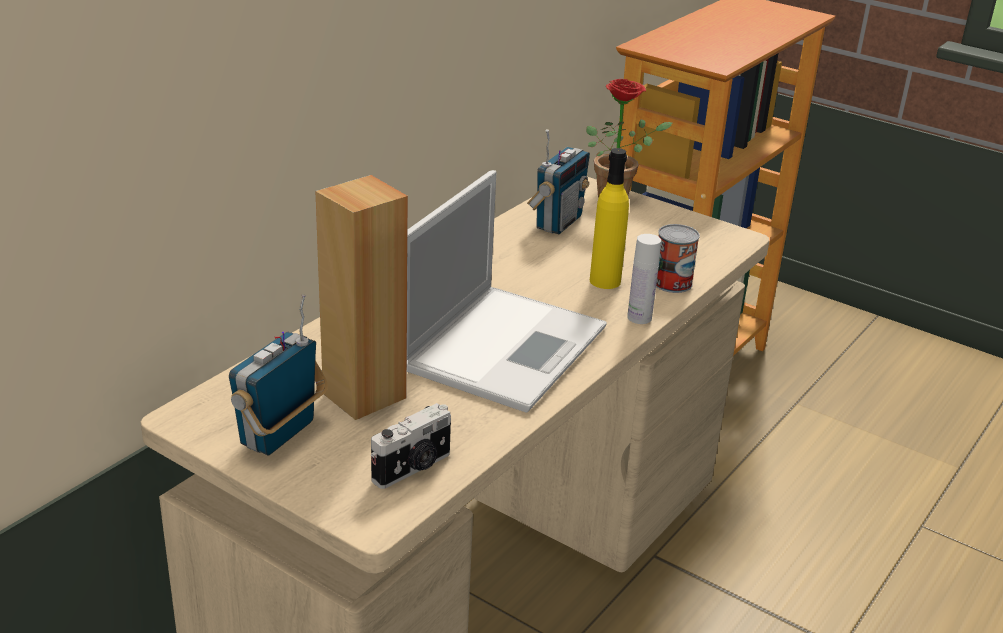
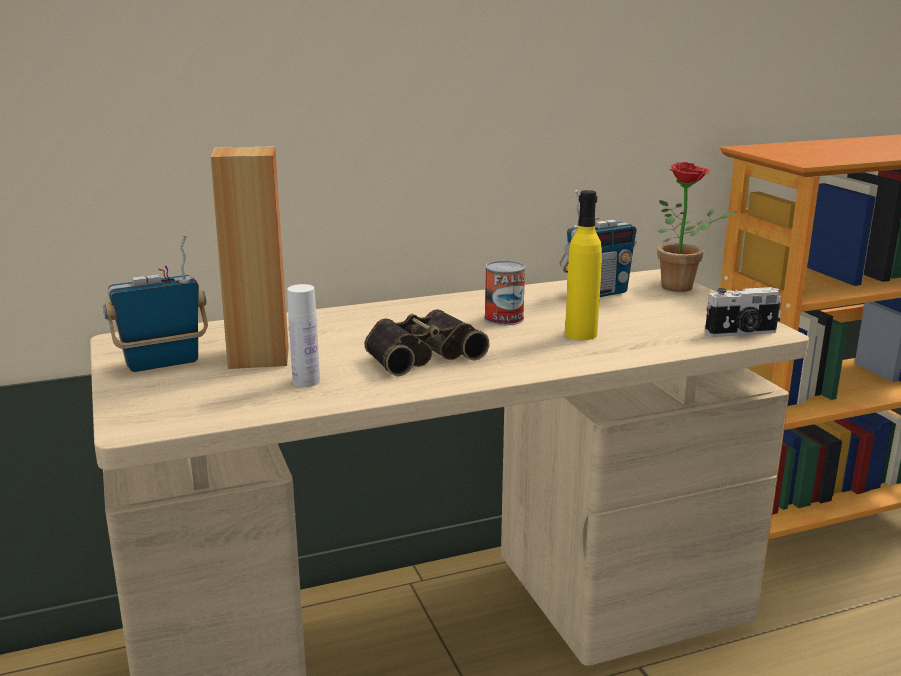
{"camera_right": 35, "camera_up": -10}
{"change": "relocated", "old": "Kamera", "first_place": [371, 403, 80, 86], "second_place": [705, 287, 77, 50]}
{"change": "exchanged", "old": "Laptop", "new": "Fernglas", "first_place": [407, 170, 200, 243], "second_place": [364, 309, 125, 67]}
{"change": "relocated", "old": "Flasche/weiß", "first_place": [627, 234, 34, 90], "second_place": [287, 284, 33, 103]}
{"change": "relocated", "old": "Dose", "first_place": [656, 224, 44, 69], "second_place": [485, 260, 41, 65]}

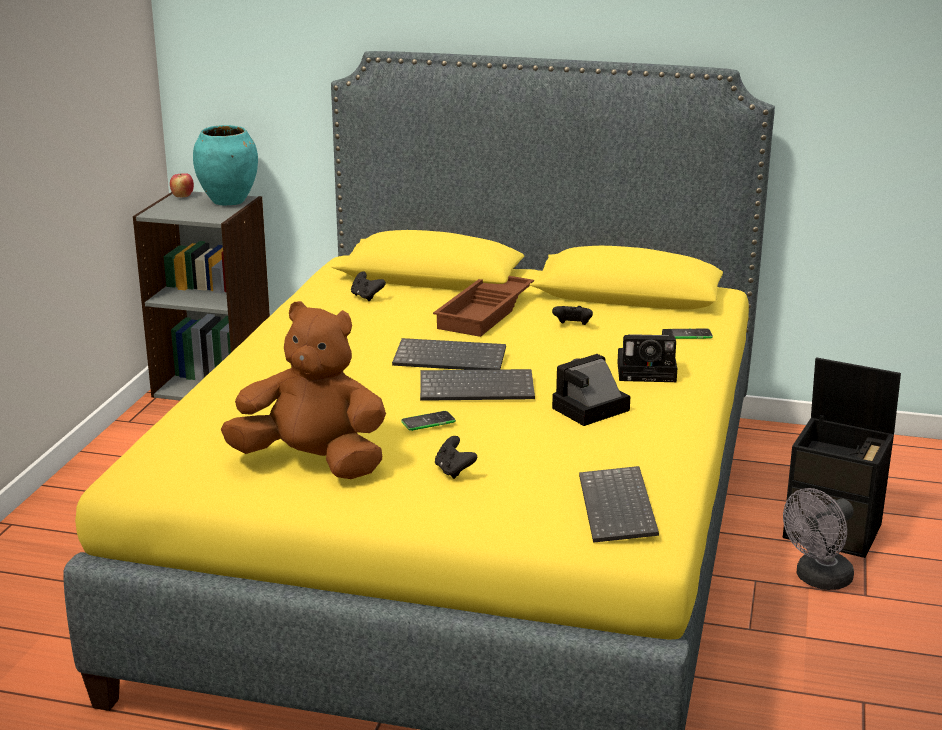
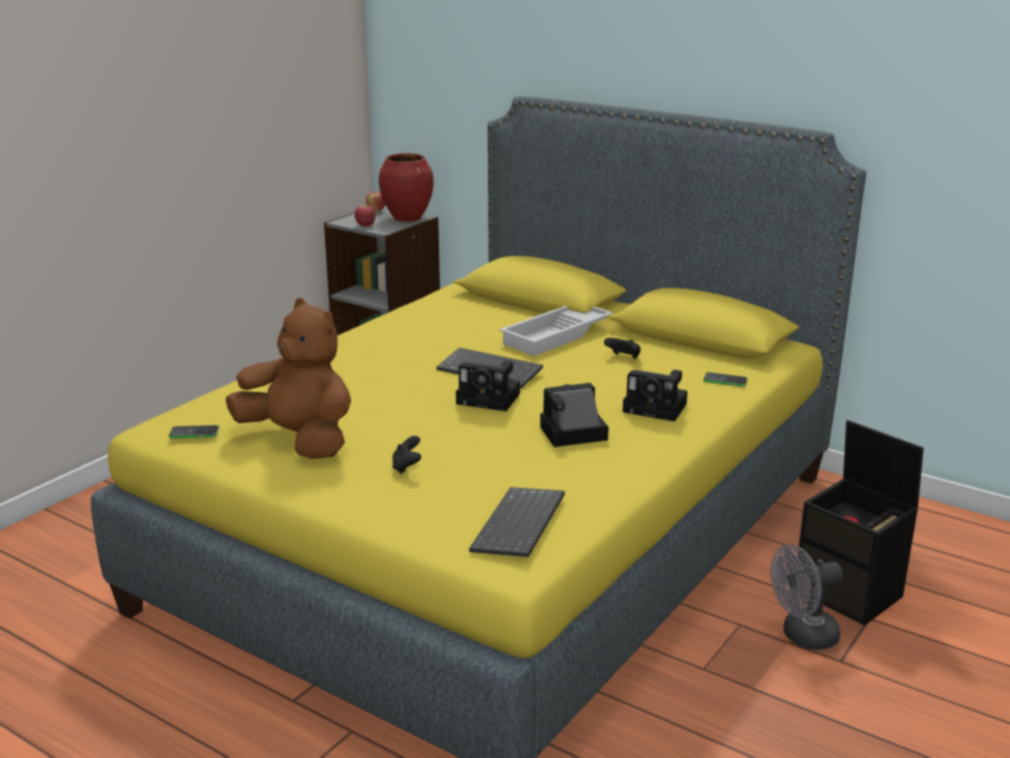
{"camera_right": 20, "camera_up": 0}
{"change": "colour", "old": "Vase/türkis", "new": "Vase/rot", "first_place": [193, 125, 65, 81], "second_place": [379, 153, 55, 69]}
{"change": "missing", "old": "Gamepad/schwarz", "first_place": [351, 272, 35, 29]}
{"change": "relocated", "old": "Handy", "first_place": [401, 411, 55, 20], "second_place": [169, 425, 50, 13]}
{"change": "exchanged", "old": "Tastatur", "new": "Kamera", "first_place": [420, 369, 115, 32], "second_place": [456, 360, 64, 51]}
{"change": "colour", "old": "Tablett/braun", "new": "Tablett/weiß", "first_place": [433, 276, 101, 61], "second_place": [499, 306, 114, 50]}
{"change": "appeared", "new": "Apfel", "second_place": [355, 205, 20, 22]}

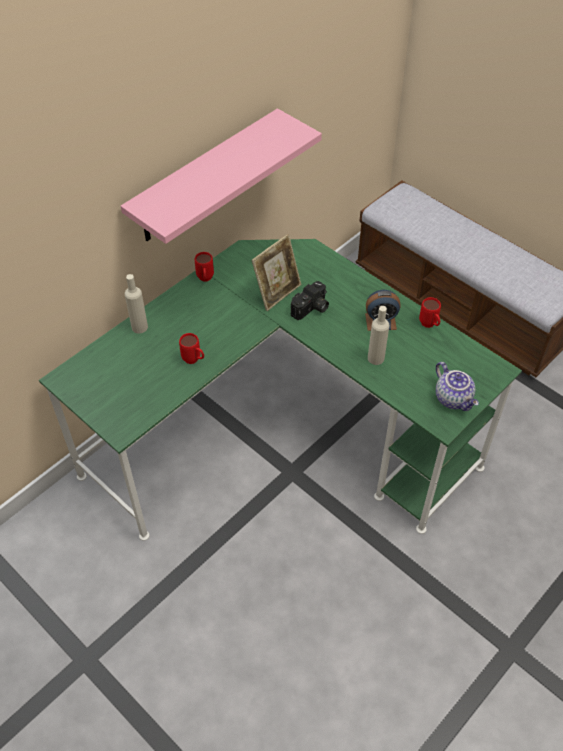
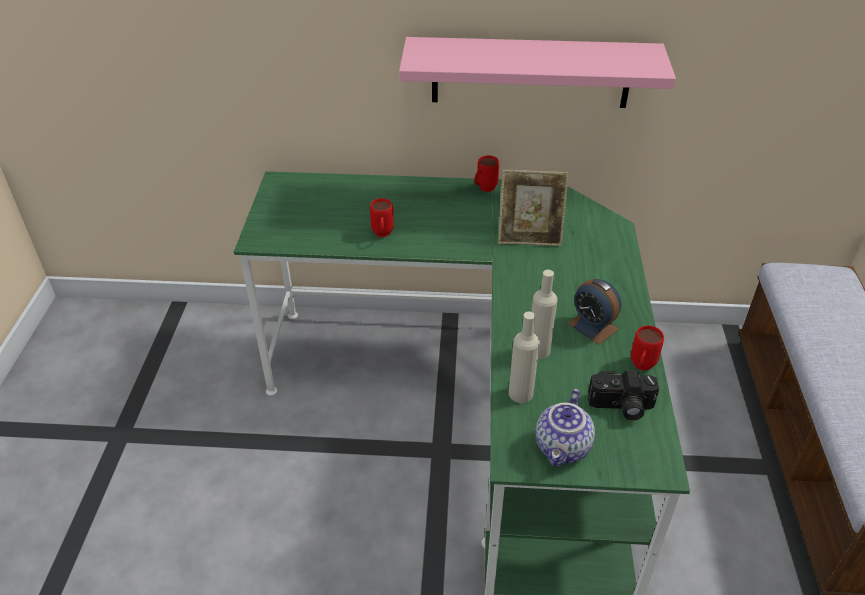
{"camera_right": 50, "camera_up": -10}
{"change": "relocated", "old": "Flasche/beige", "first_place": [125, 274, 23, 59], "second_place": [509, 312, 31, 91]}
{"change": "relocated", "old": "Kamera", "first_place": [291, 281, 38, 39], "second_place": [588, 370, 71, 50]}

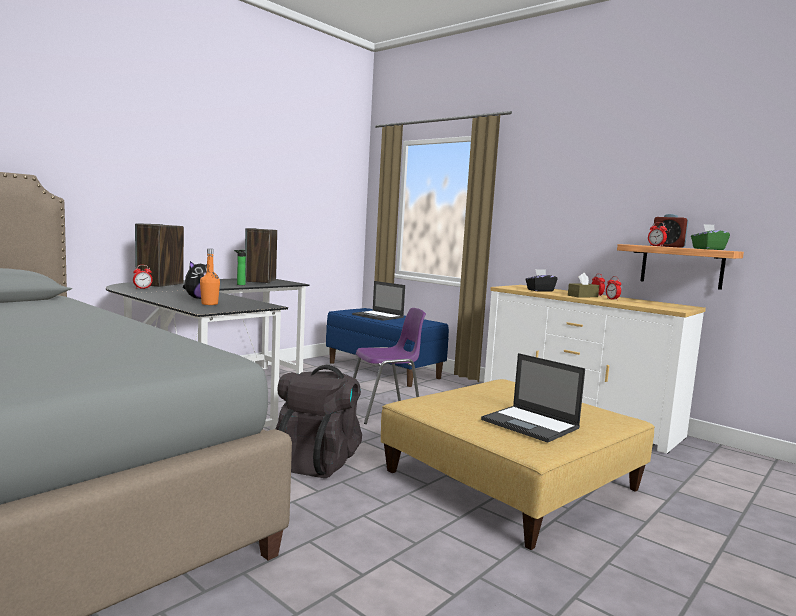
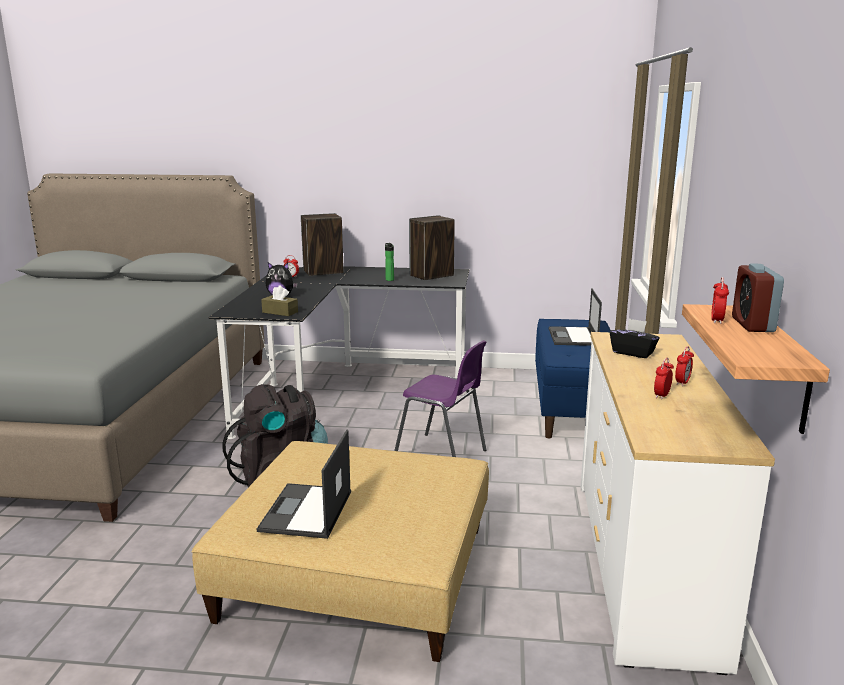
{"camera_right": 55, "camera_up": 10}
{"change": "missing", "old": "Flasche/orange", "first_place": [200, 249, 20, 56]}
{"change": "relocated", "old": "Taschentuchbox/braun", "first_place": [568, 273, 31, 25], "second_place": [261, 285, 37, 31]}
{"change": "missing", "old": "Taschentuchbox/grün", "first_place": [691, 224, 39, 26]}

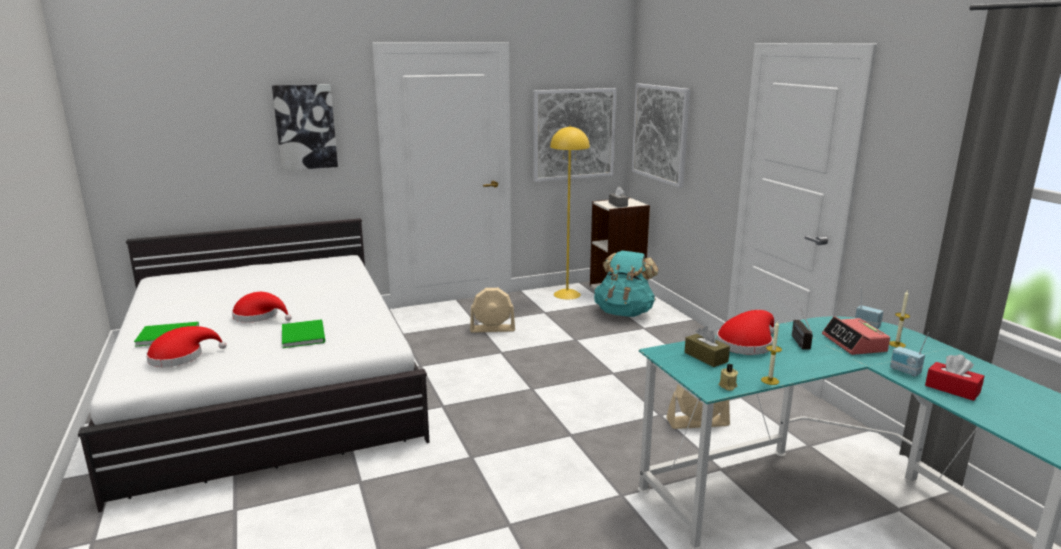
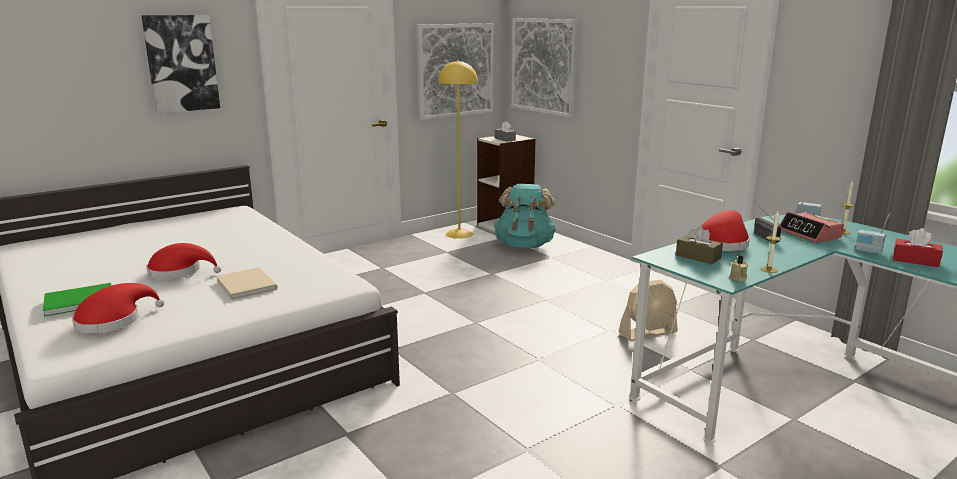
{"camera_right": -15, "camera_up": 0}
{"change": "colour", "old": "Buch/grün", "new": "Buch/beige", "first_place": [282, 320, 43, 28], "second_place": [216, 267, 62, 33]}
{"change": "missing", "old": "Ventilator/beige", "first_place": [470, 288, 45, 45]}

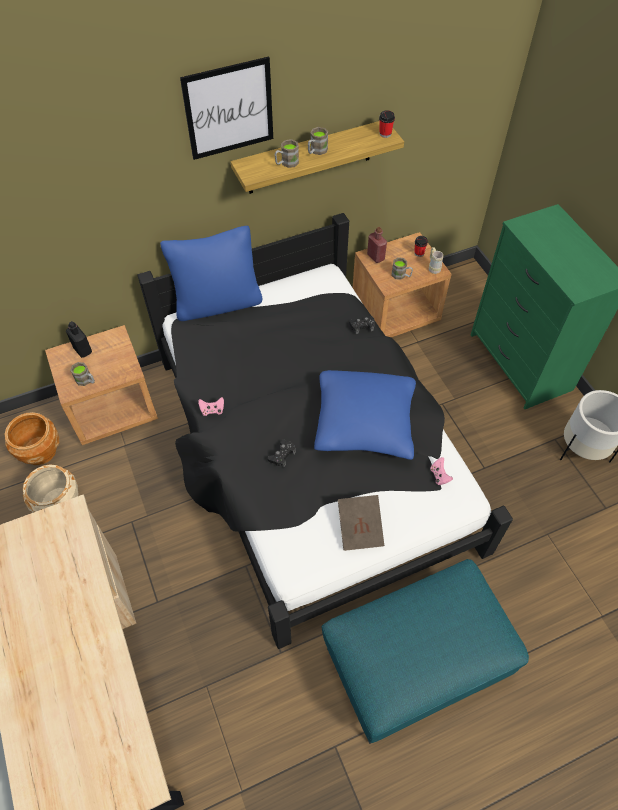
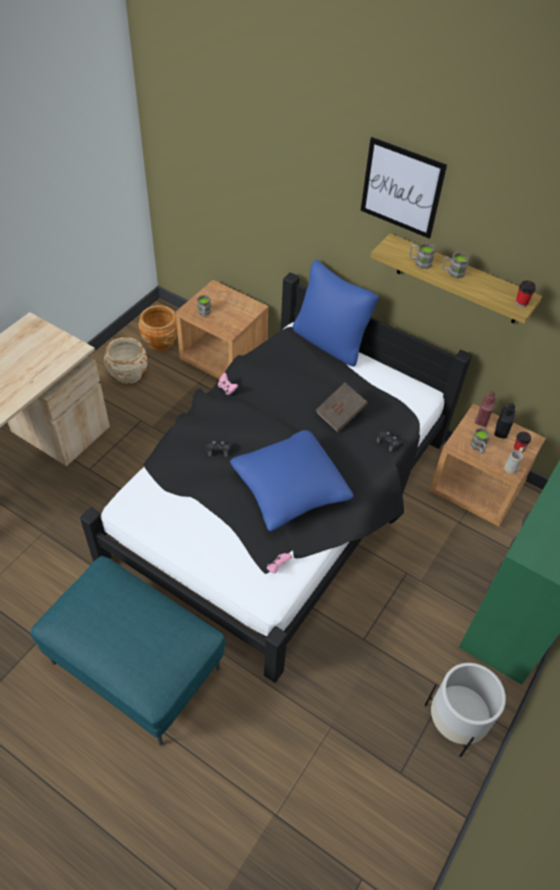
{"camera_right": 55, "camera_up": -5}
{"change": "relocated", "old": "Flasche/schwarz", "first_place": [66, 321, 26, 37], "second_place": [494, 403, 21, 36]}
{"change": "relocated", "old": "Buch/braun", "first_place": [338, 495, 46, 56], "second_place": [315, 382, 53, 50]}

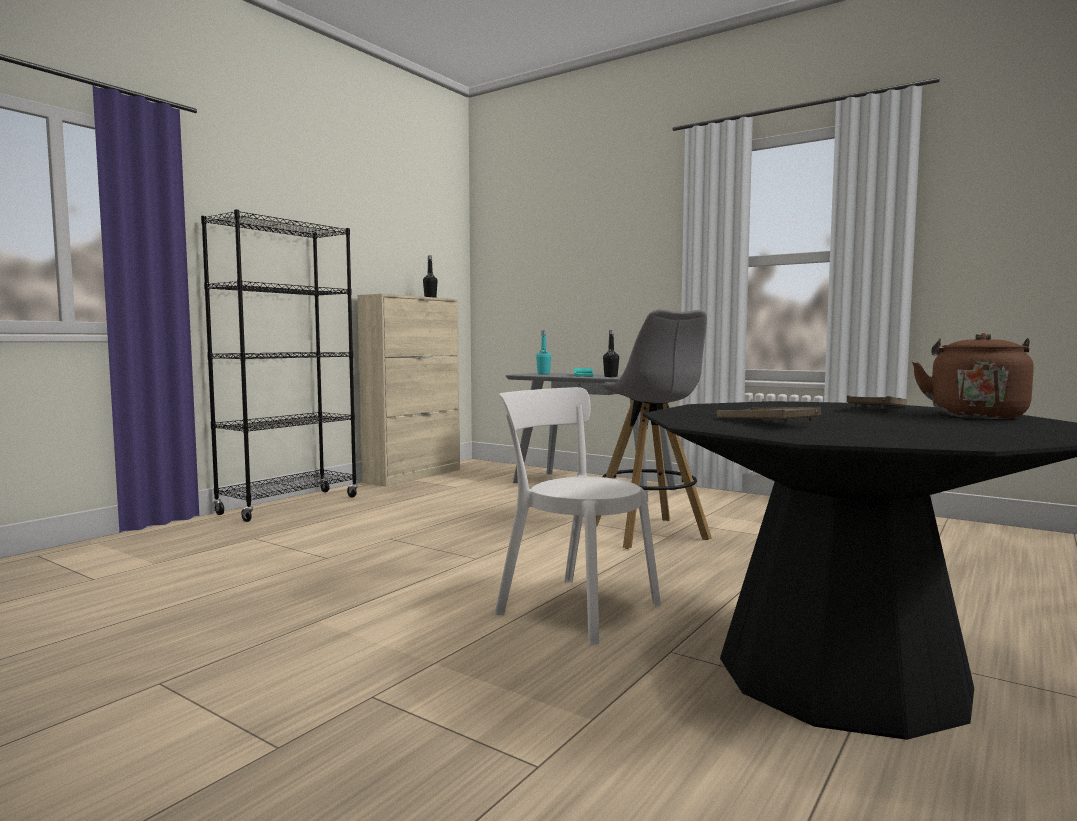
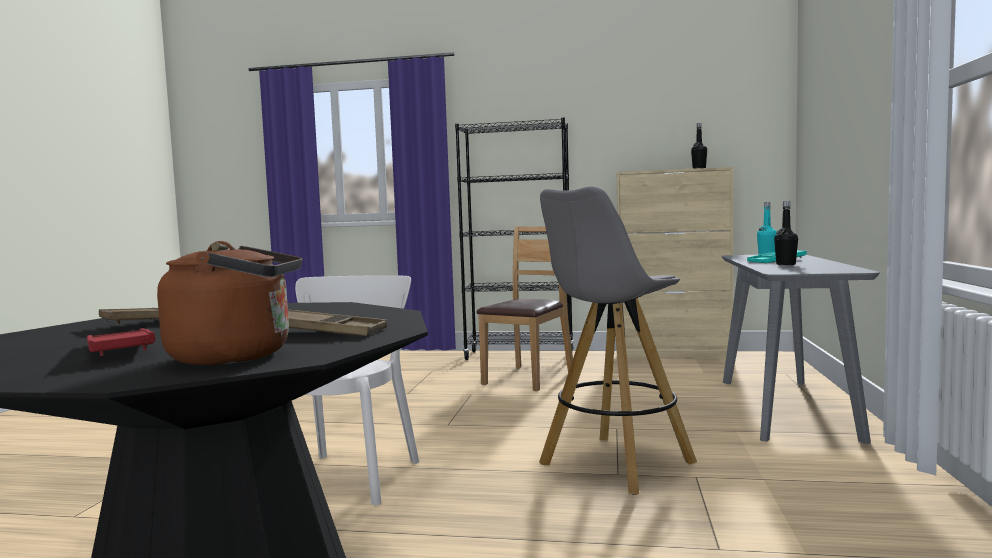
{"camera_right": 65, "camera_up": 0}
{"change": "appeared", "new": "Tablett/rot", "second_place": [87, 328, 69, 28]}
{"change": "appeared", "new": "Stuhl/braun", "second_place": [476, 226, 97, 165]}

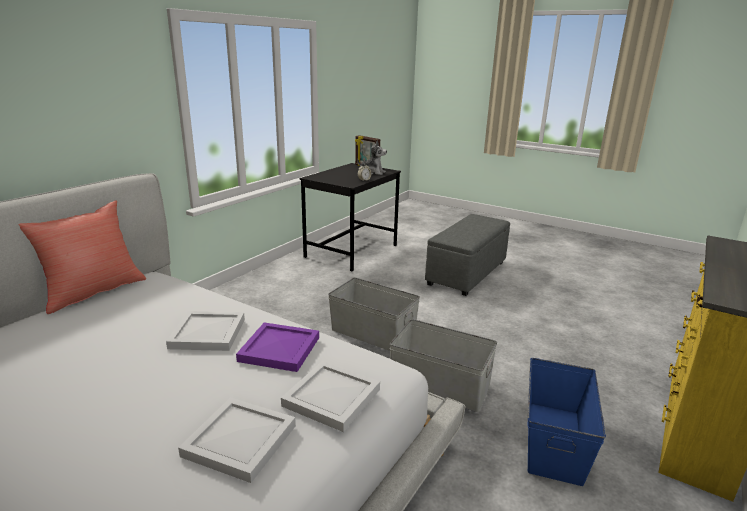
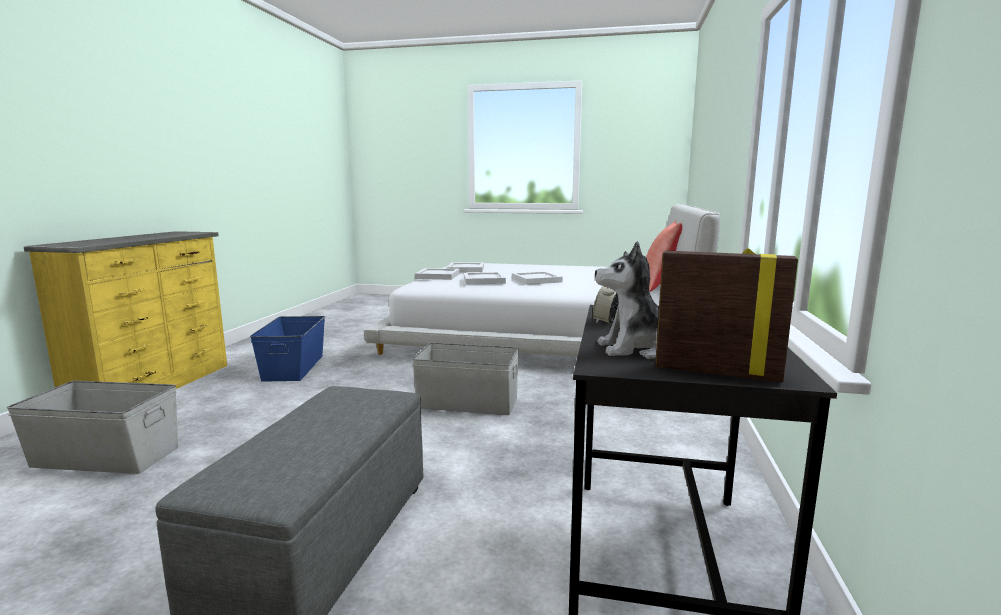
{"camera_right": 160, "camera_up": -10}
{"change": "colour", "old": "Tablett/lila", "new": "Tablett/weiß", "first_place": [236, 322, 83, 50], "second_place": [464, 272, 42, 13]}
{"change": "relocated", "old": "Aufbewahrungsbox/grau", "first_place": [389, 319, 108, 93], "second_place": [7, 381, 171, 93]}

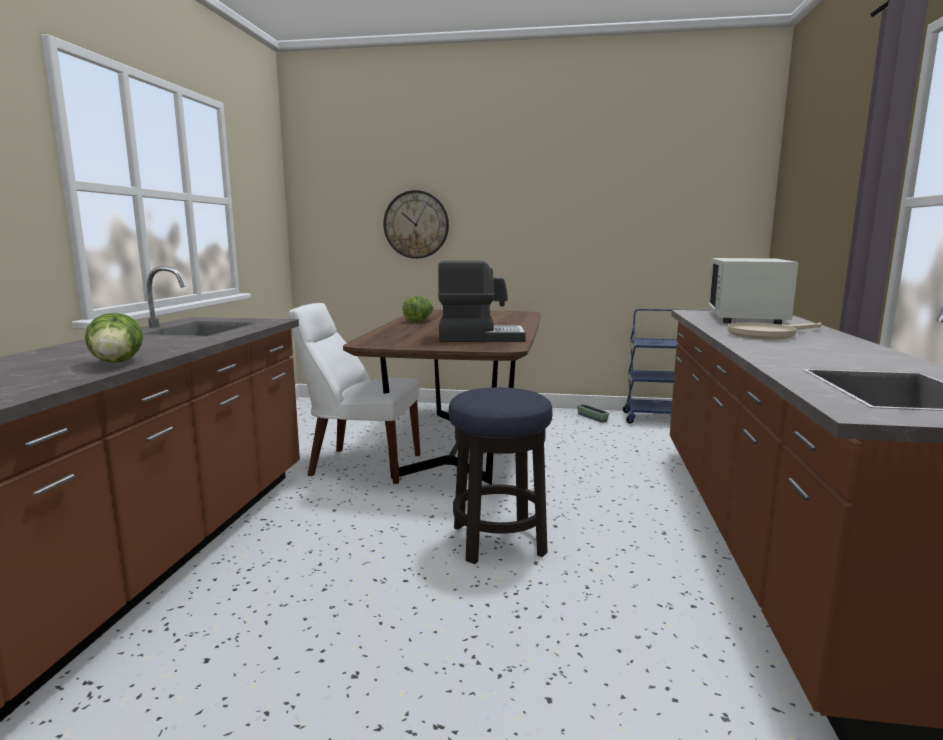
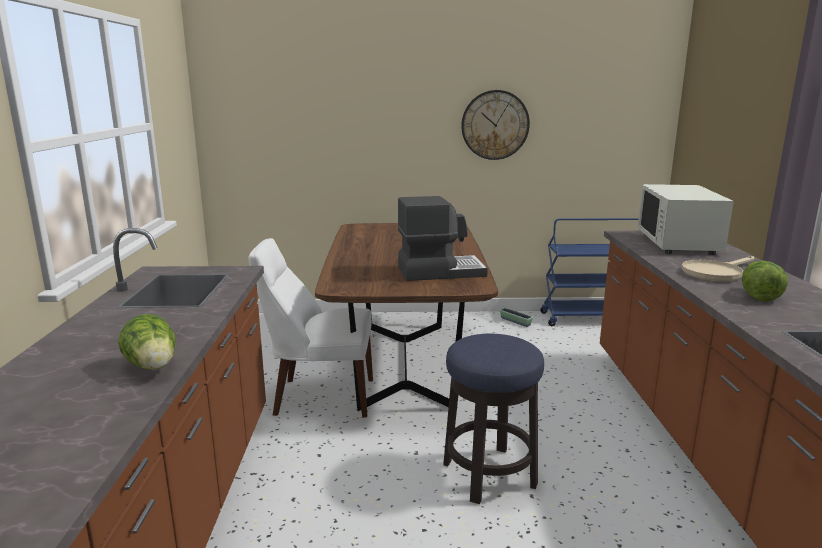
{"camera_right": -10, "camera_up": 5}
{"change": "relocated", "old": "Wanduhr", "first_place": [383, 190, 66, 69], "second_place": [461, 90, 69, 70]}
{"change": "relocated", "old": "Salatkopf", "first_place": [403, 296, 30, 26], "second_place": [742, 261, 46, 41]}

